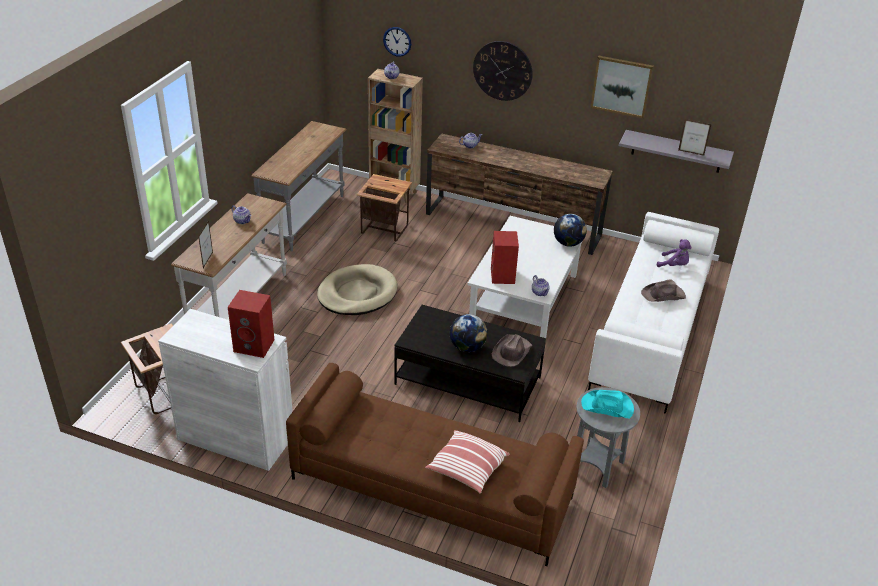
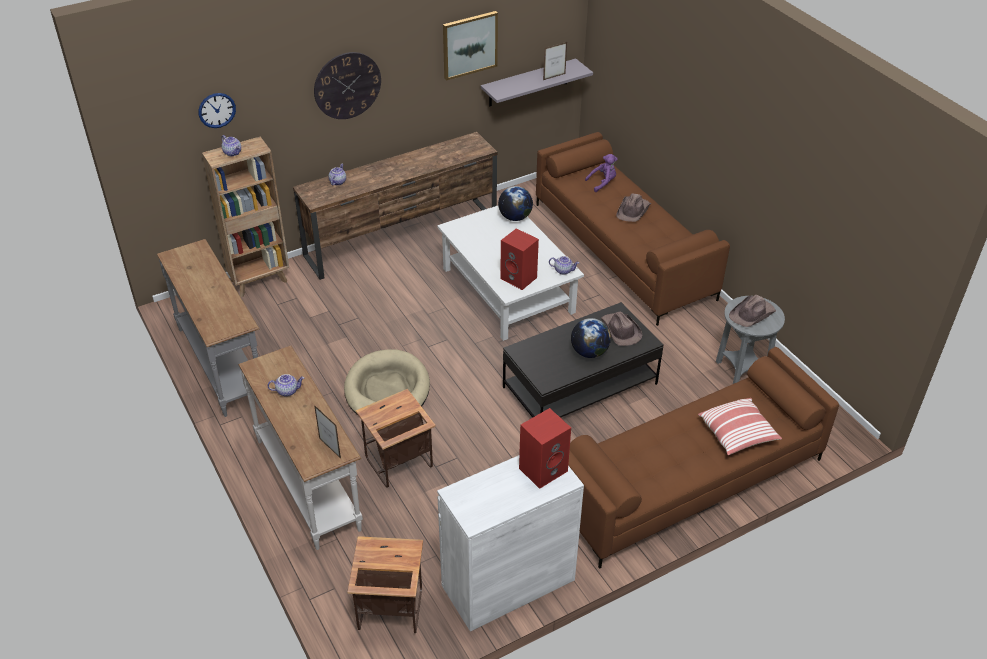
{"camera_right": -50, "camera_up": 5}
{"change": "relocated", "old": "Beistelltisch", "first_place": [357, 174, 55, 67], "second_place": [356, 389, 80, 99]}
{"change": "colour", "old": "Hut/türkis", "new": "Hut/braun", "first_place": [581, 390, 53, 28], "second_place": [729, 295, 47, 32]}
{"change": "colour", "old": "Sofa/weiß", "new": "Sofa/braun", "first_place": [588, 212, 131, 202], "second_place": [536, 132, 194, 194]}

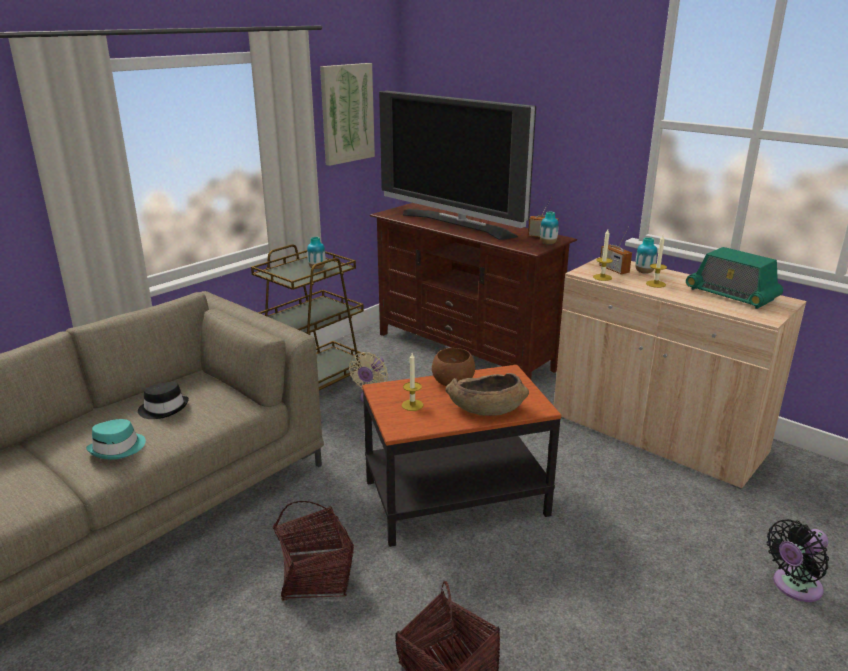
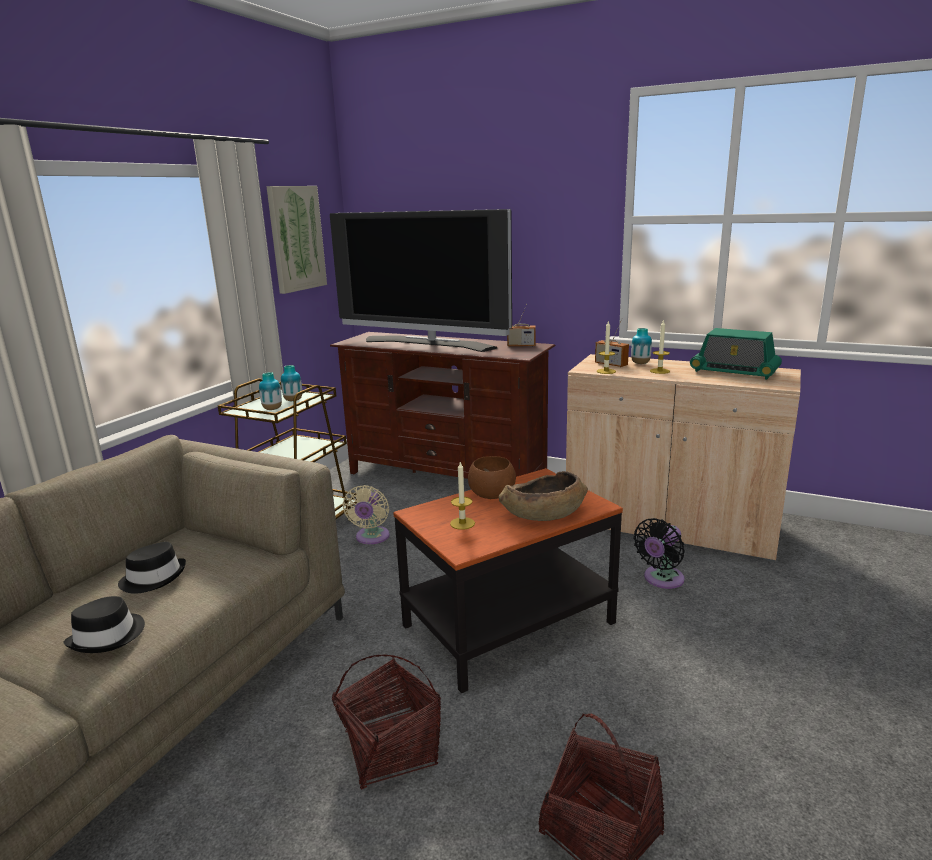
{"camera_right": -15, "camera_up": -5}
{"change": "colour", "old": "Hut/türkis", "new": "Hut/schwarz", "first_place": [86, 419, 60, 41], "second_place": [63, 596, 82, 57]}
{"change": "relocated", "old": "Vase", "first_place": [540, 212, 19, 32], "second_place": [259, 372, 23, 38]}
{"change": "relocated", "old": "Ventilator/schwarz", "first_place": [767, 519, 62, 83], "second_place": [634, 518, 51, 71]}

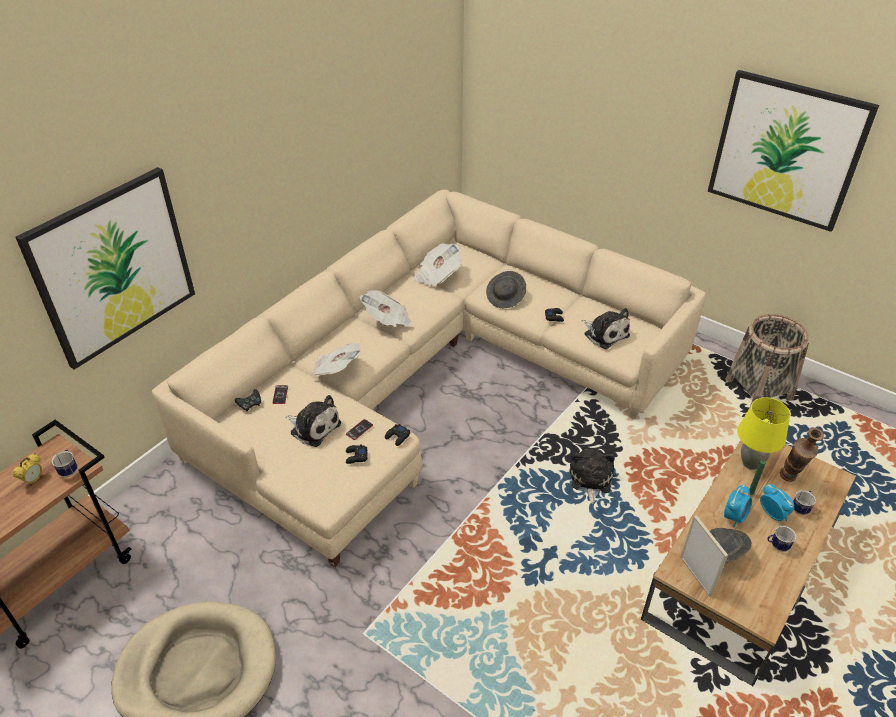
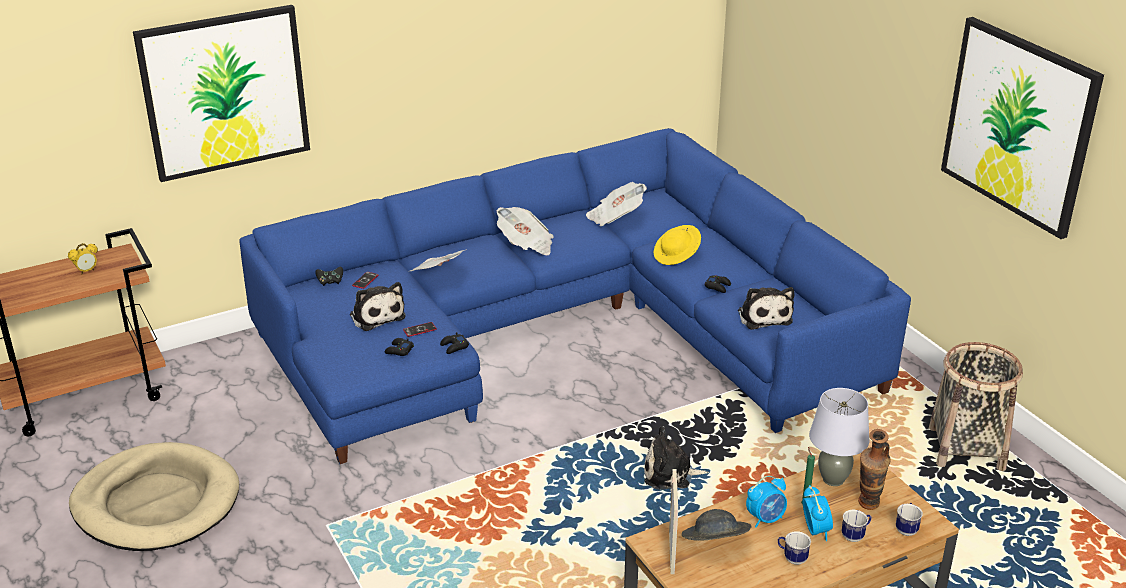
{"camera_right": 25, "camera_up": -10}
{"change": "relocated", "old": "Henkelbecher", "first_place": [52, 449, 25, 28], "second_place": [896, 503, 27, 33]}
{"change": "colour", "old": "Sofa/beige", "new": "Sofa/blau", "first_place": [152, 190, 554, 377], "second_place": [239, 128, 672, 336]}
{"change": "colour", "old": "Hut/grau", "new": "Hut/gelb", "first_place": [486, 271, 40, 37], "second_place": [654, 225, 47, 40]}
{"change": "spun", "old": "Plüschtier", "first_place": [569, 449, 46, 55], "second_place": [644, 426, 65, 64], "degrees": -120}
{"change": "colour", "old": "Tischlampe/gelb", "new": "Tischlampe/grau", "first_place": [737, 397, 54, 73], "second_place": [809, 388, 60, 98]}

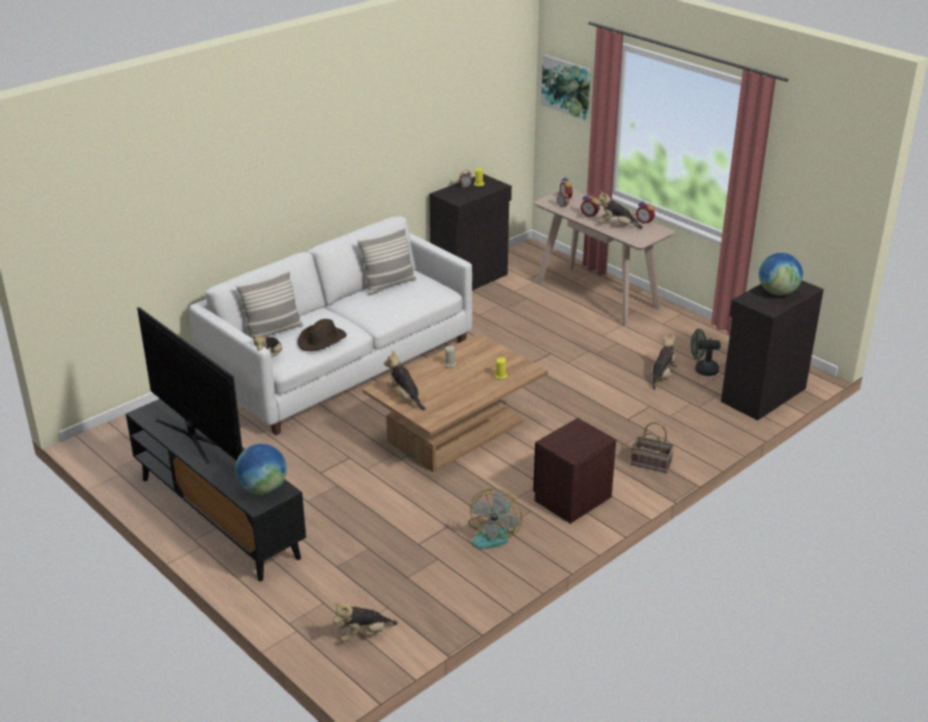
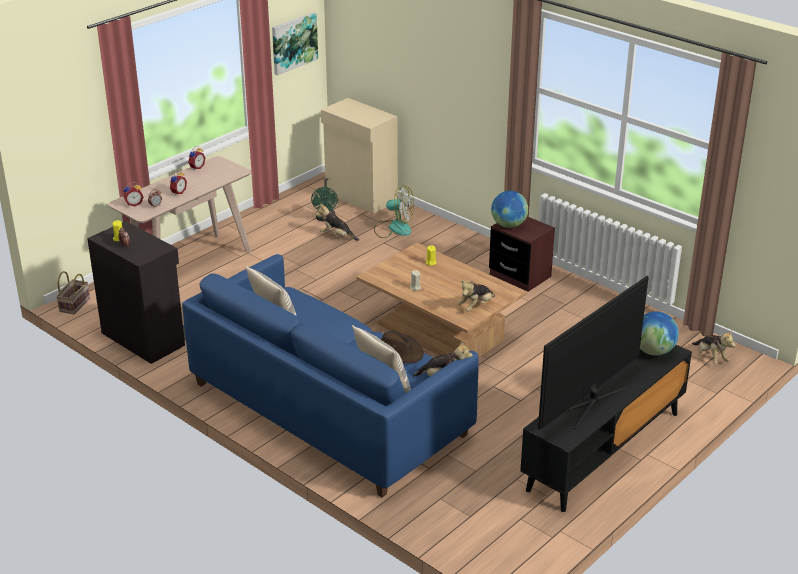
{"camera_right": -95, "camera_up": 0}
{"change": "colour", "old": "Sofa/weiß", "new": "Sofa/blau", "first_place": [189, 216, 283, 219], "second_place": [182, 254, 296, 244]}
{"change": "relocated", "old": "Ventilator", "first_place": [468, 489, 54, 60], "second_place": [374, 185, 40, 53]}
{"change": "relocated", "old": "Bild", "first_place": [541, 55, 50, 65], "second_place": [272, 12, 46, 64]}
{"change": "missing", "old": "Plüschtier", "first_place": [595, 190, 48, 39]}
{"change": "relocated", "old": "Korb", "first_place": [631, 422, 43, 51], "second_place": [56, 271, 34, 43]}
{"change": "colour", "old": "Schrank/schwarz", "new": "Schrank/beige", "first_place": [721, 280, 103, 140], "second_place": [321, 98, 77, 116]}
{"change": "relocated", "old": "Globus", "first_place": [759, 253, 44, 43], "second_place": [491, 191, 37, 37]}

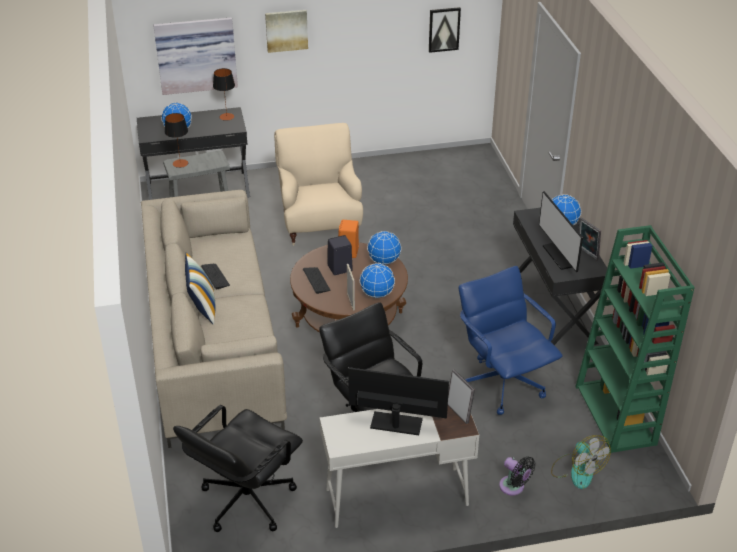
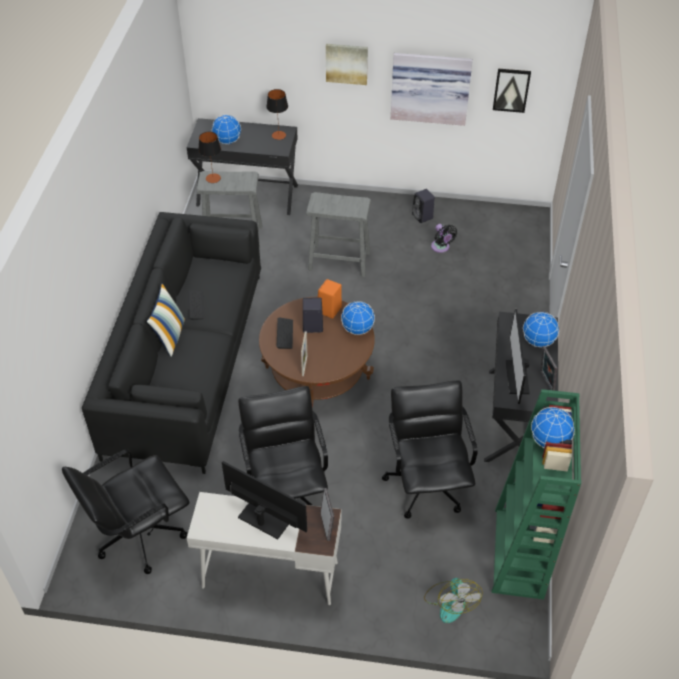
{"camera_right": 20, "camera_up": 10}
{"change": "colour", "old": "Sofa/beige", "new": "Sofa/schwarz", "first_place": [141, 190, 146, 258], "second_place": [82, 212, 179, 262]}
{"change": "relocated", "old": "Bild", "first_place": [153, 17, 85, 78], "second_place": [391, 53, 82, 73]}
{"change": "exchanged", "old": "Sessel/beige", "new": "Hocker/grau", "first_place": [274, 123, 89, 123], "second_place": [306, 192, 65, 85]}
{"change": "relocated", "old": "Globus", "first_place": [360, 263, 35, 35], "second_place": [531, 407, 44, 41]}
{"change": "colour", "old": "Bürostuhl/blau", "new": "Bürostuhl/schwarz", "first_place": [459, 266, 104, 149], "second_place": [382, 380, 96, 139]}
{"change": "relocated", "old": "Ventilator/schwarz", "first_place": [499, 456, 36, 40], "second_place": [431, 224, 26, 29]}
{"change": "appeared", "new": "Lautsprecher/schwarz", "second_place": [412, 189, 23, 34]}

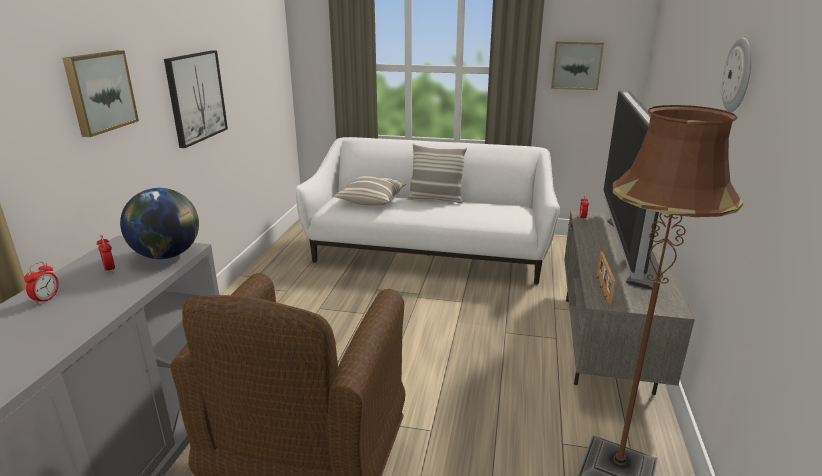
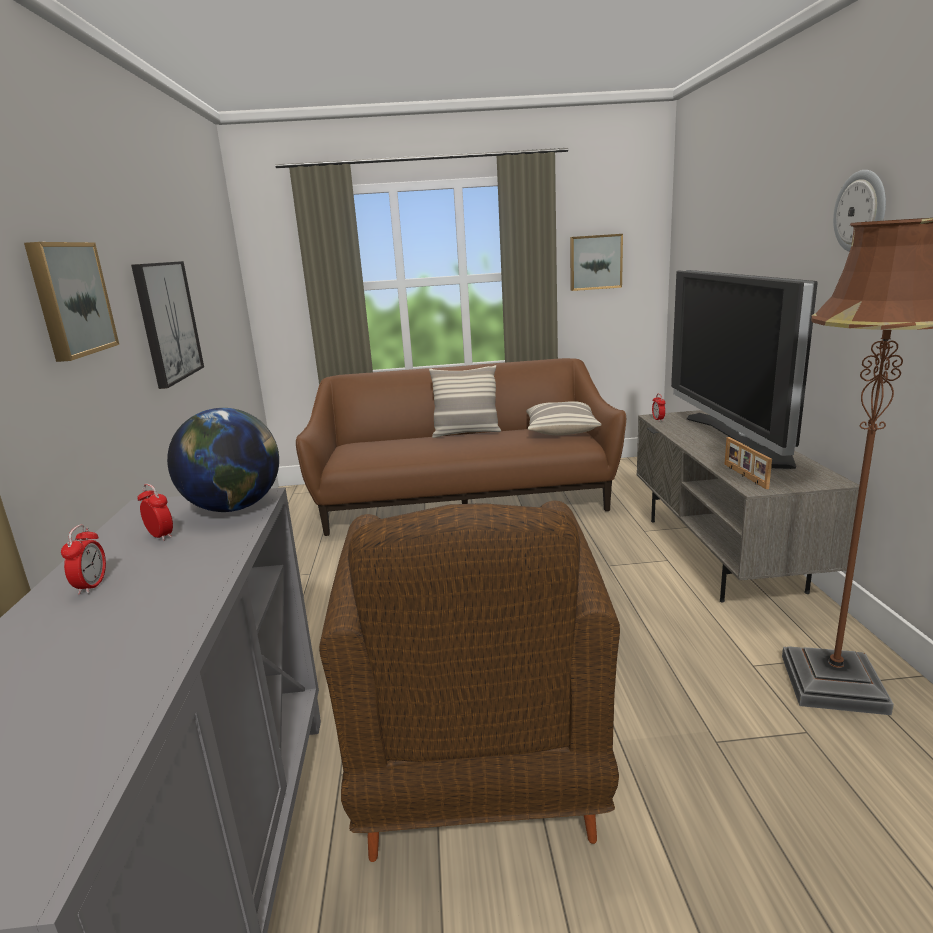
{"camera_right": -15, "camera_up": -5}
{"change": "colour", "old": "Sofa/weiß", "new": "Sofa/braun", "first_place": [296, 137, 264, 147], "second_place": [296, 358, 330, 178]}
{"change": "relocated", "old": "Kissen", "first_place": [334, 176, 72, 29], "second_place": [526, 401, 76, 34]}

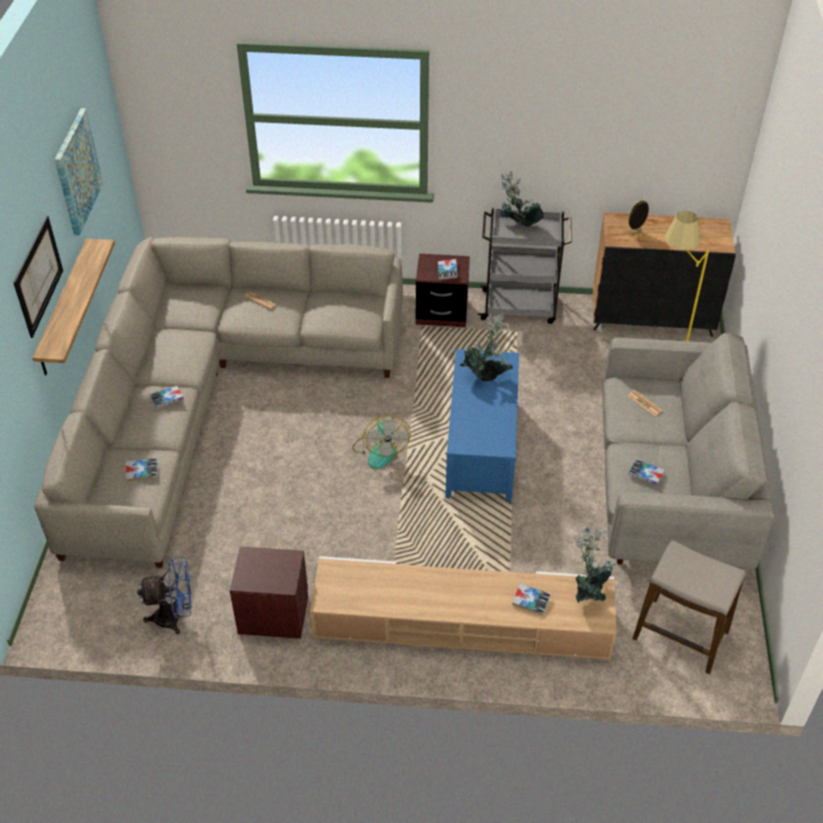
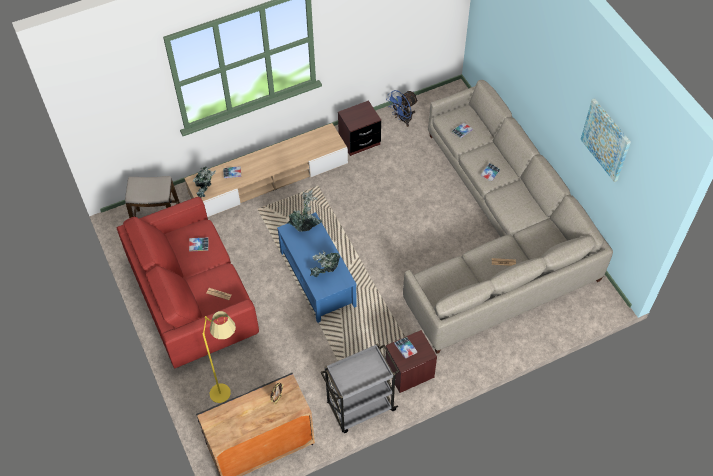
{"camera_right": 150, "camera_up": 10}
{"change": "missing", "old": "Bild", "first_place": [13, 216, 50, 122]}
{"change": "missing", "old": "Wandregal", "first_place": [32, 239, 83, 137]}
{"change": "missing", "old": "Ventilator", "first_place": [352, 415, 59, 54]}
{"change": "relocated", "old": "Topfpflanze", "first_place": [497, 171, 47, 56], "second_place": [287, 190, 35, 42]}
{"change": "colour", "old": "Sofa/grau", "new": "Sofa/rot", "first_place": [602, 333, 173, 236], "second_place": [117, 197, 142, 171]}

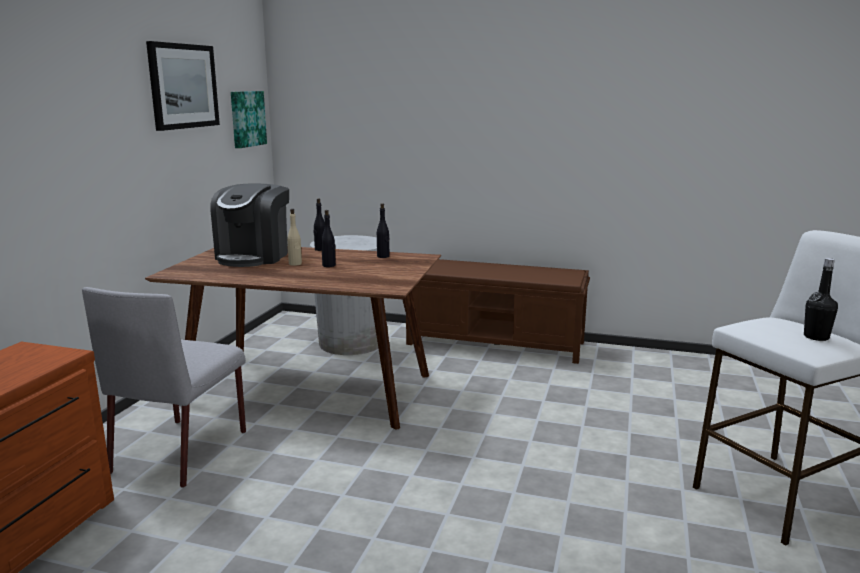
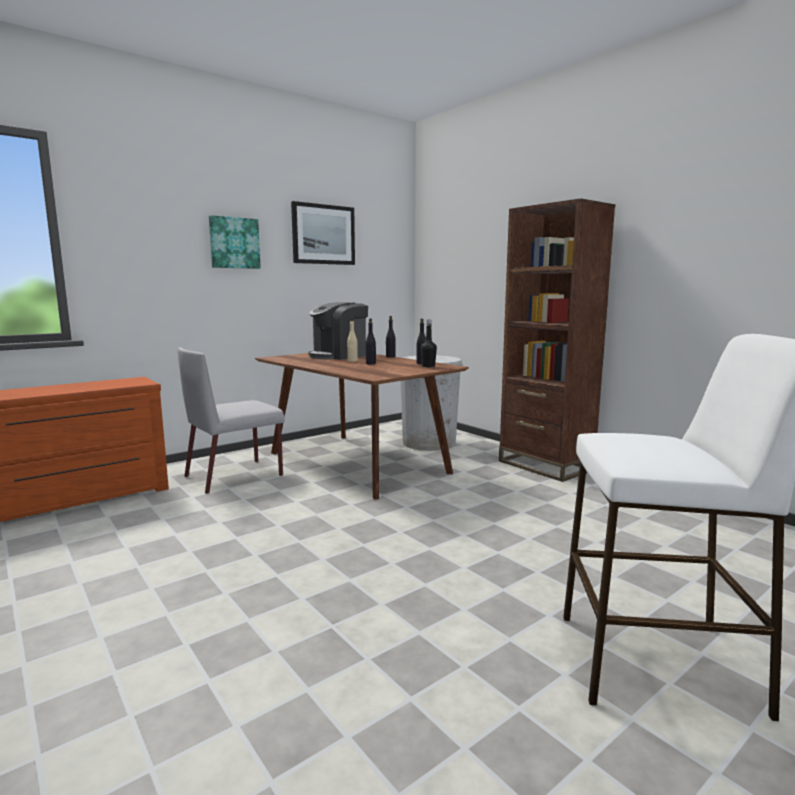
{"camera_right": 35, "camera_up": -5}
{"change": "relocated", "old": "Bild", "first_place": [231, 91, 36, 57], "second_place": [209, 215, 52, 54]}
{"change": "exchanged", "old": "Bank/braun", "new": "Bücherregal/braun", "first_place": [406, 259, 184, 105], "second_place": [499, 198, 116, 284]}
{"change": "relocated", "old": "Flasche/schwarz", "first_place": [804, 258, 34, 83], "second_place": [421, 320, 16, 47]}

